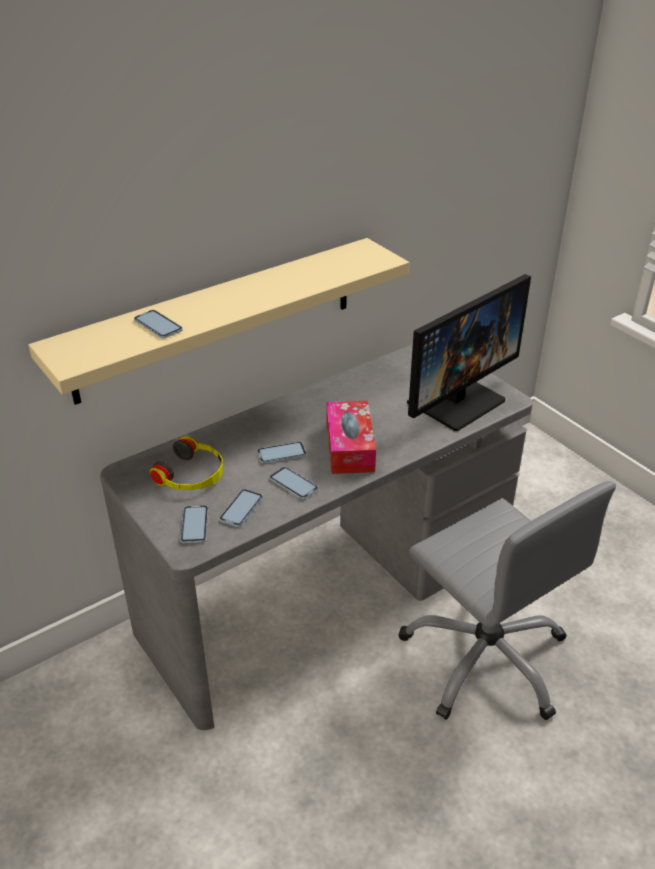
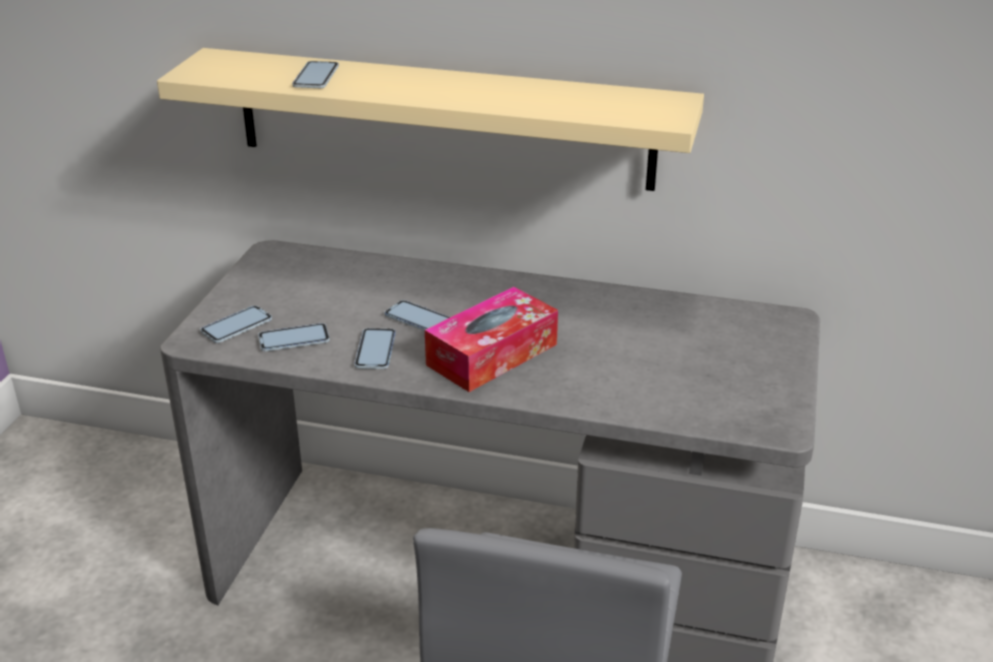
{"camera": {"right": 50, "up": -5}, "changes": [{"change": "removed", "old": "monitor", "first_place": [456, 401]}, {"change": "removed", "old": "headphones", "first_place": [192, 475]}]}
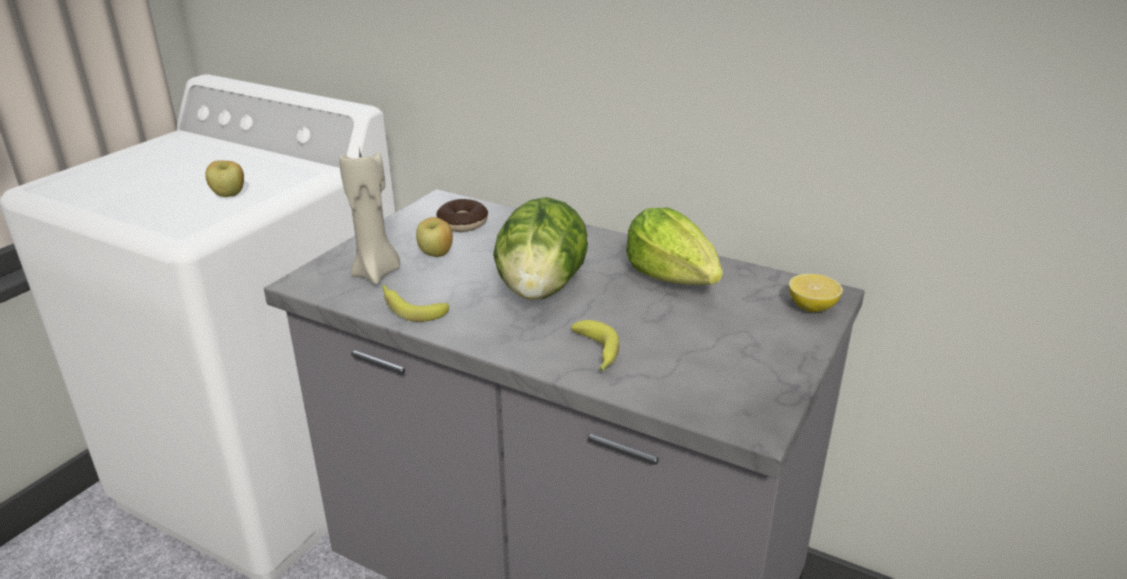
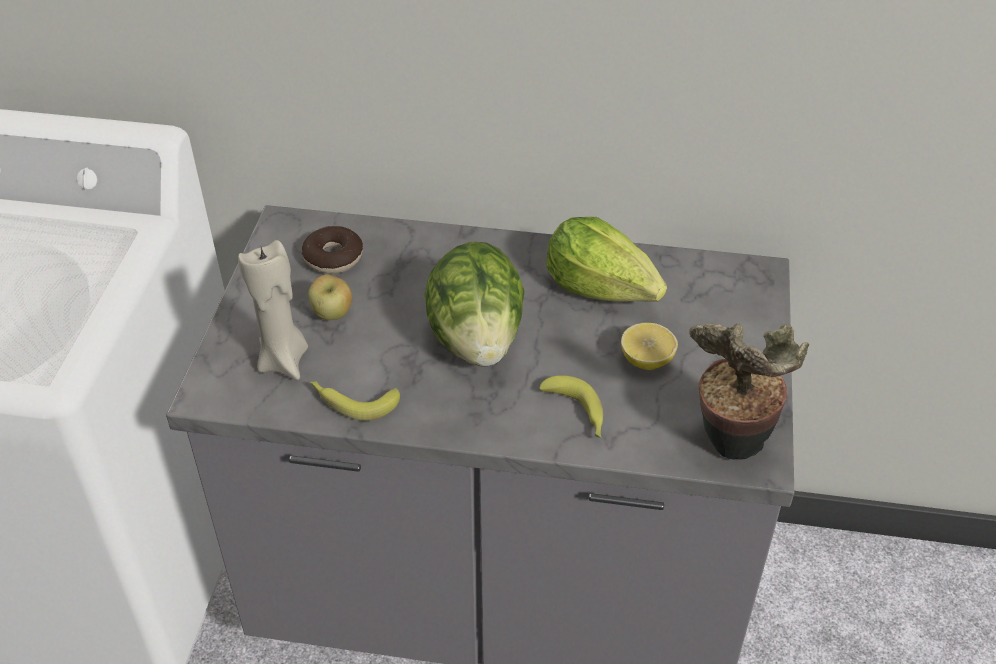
{"camera": {"right": -20, "up": 15}, "changes": [{"change": "removed", "old": "apple", "first_place": [229, 195]}, {"change": "moved", "old": "lemon", "first_place": [811, 307], "second_place": [646, 360]}, {"change": "added", "new": "potted plant", "second_place": [729, 445]}]}
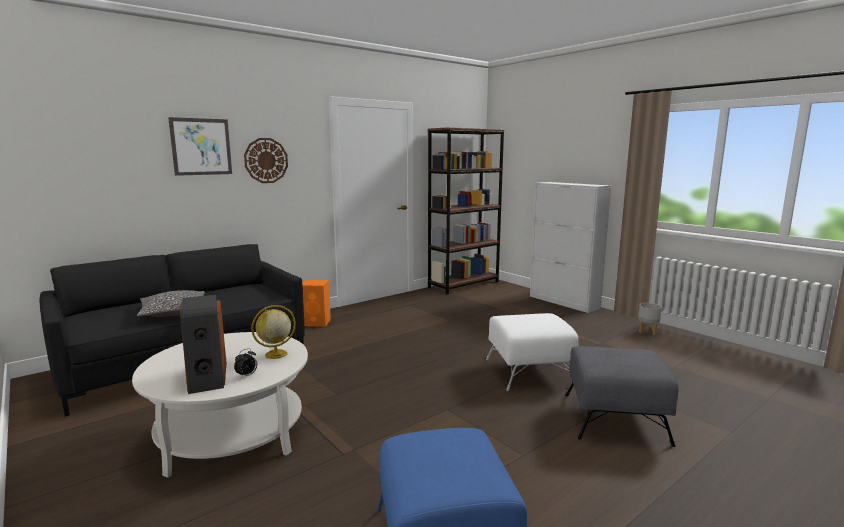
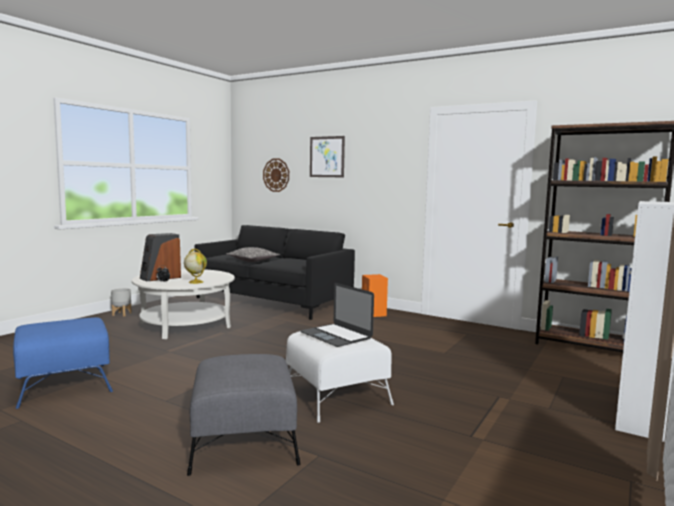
{"camera": {"right": 70, "up": -5}, "changes": [{"change": "moved", "old": "wall clock", "first_place": [266, 160], "second_place": [276, 175]}, {"change": "moved", "old": "grey planter", "first_place": [647, 331], "second_place": [122, 314]}, {"change": "added", "new": "laptop", "second_place": [336, 335]}]}
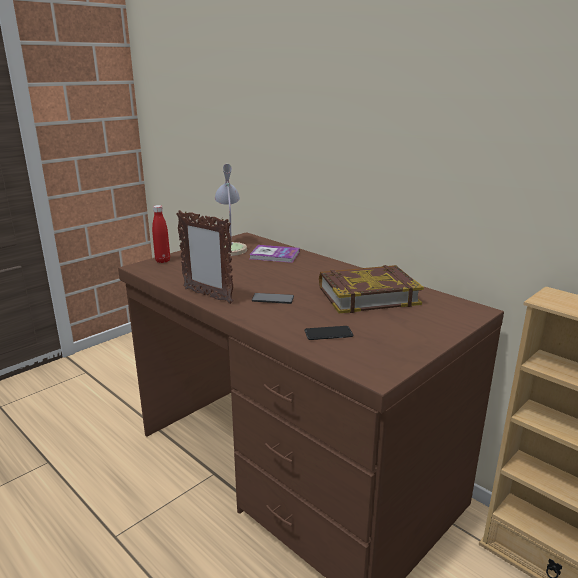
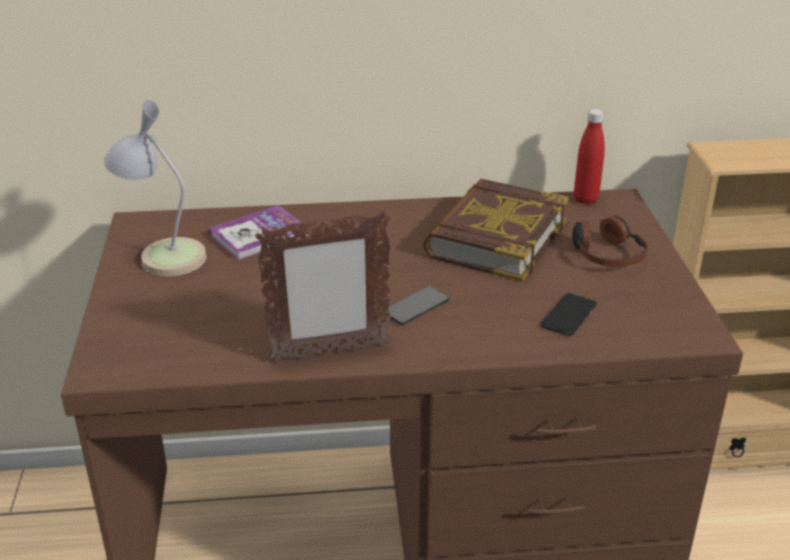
{"camera": {"right": -50, "up": 10}, "changes": [{"change": "moved", "old": "red bottle", "first_place": [162, 261], "second_place": [585, 199]}, {"change": "added", "new": "headphones", "second_place": [606, 253]}]}
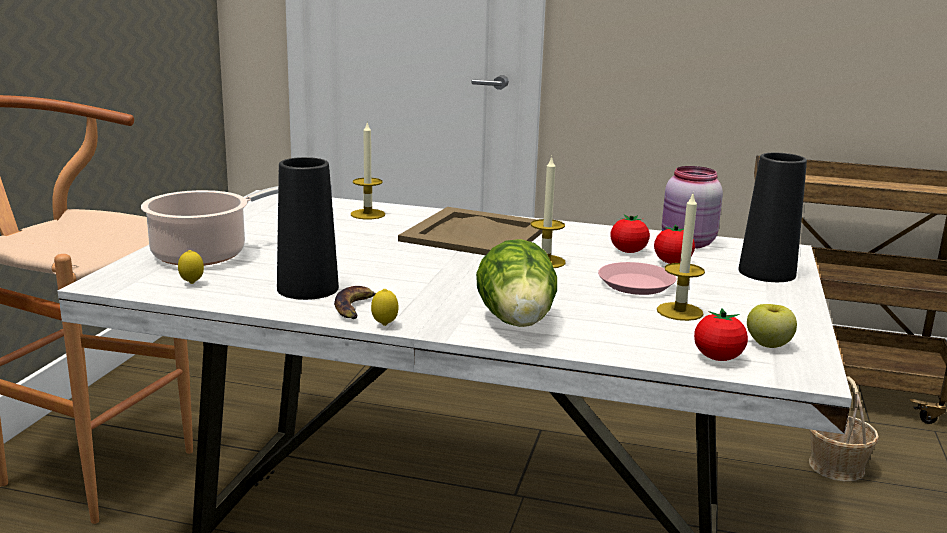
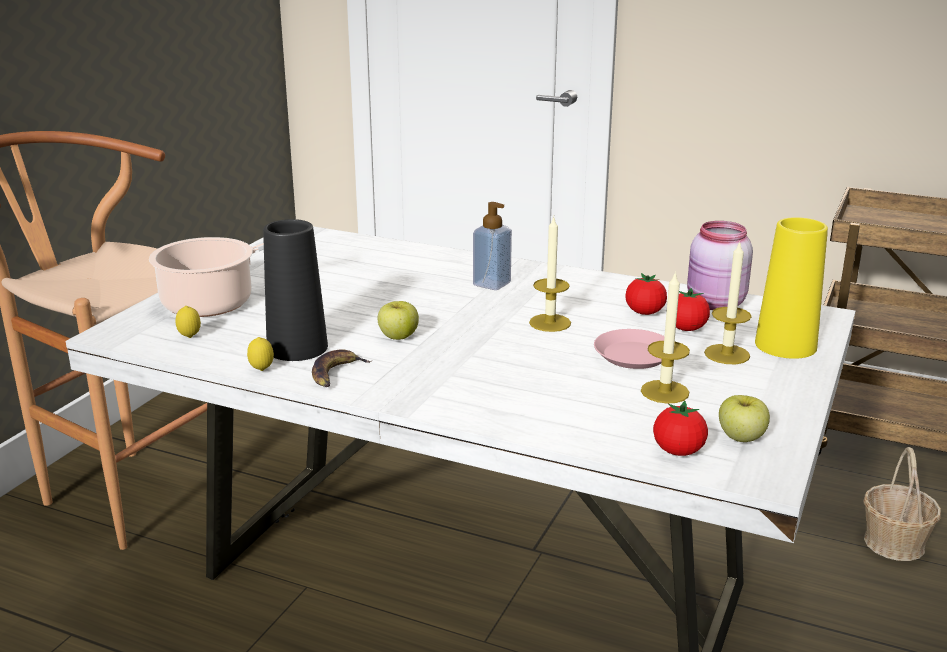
{"camera": {"right": 10, "up": 5}, "changes": [{"change": "moved", "old": "candle", "first_place": [368, 214], "second_place": [727, 354]}, {"change": "recoloured", "old": "black vase", "new": "yellow vase", "first_place": [767, 272], "second_place": [785, 345]}, {"change": "replaced", "old": "beige tray", "new": "soap dispenser", "first_place": [475, 233], "second_place": [492, 284]}, {"change": "removed", "old": "lettuce", "first_place": [518, 323]}, {"change": "moved", "old": "lemon", "first_place": [384, 325], "second_place": [262, 370]}, {"change": "added", "new": "apple", "second_place": [398, 336]}]}
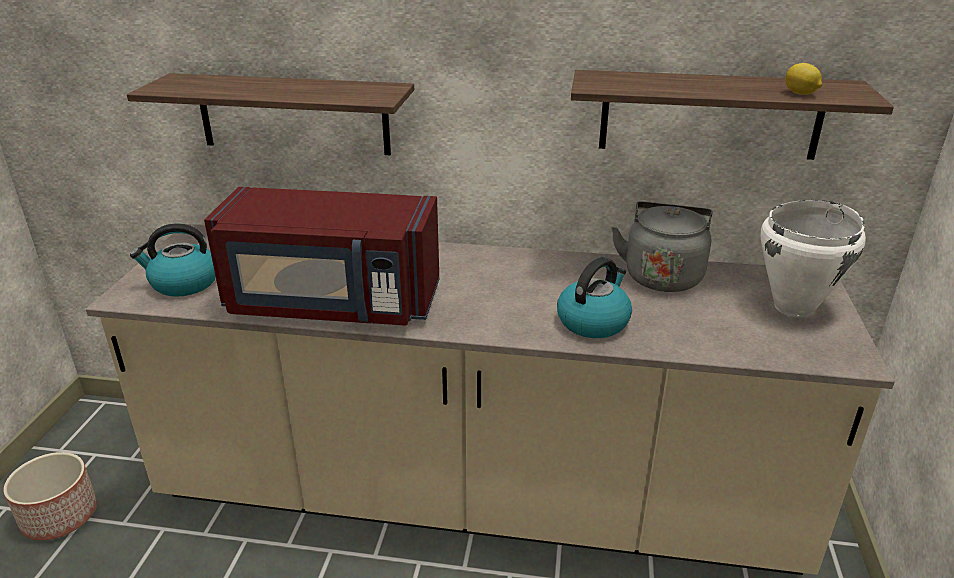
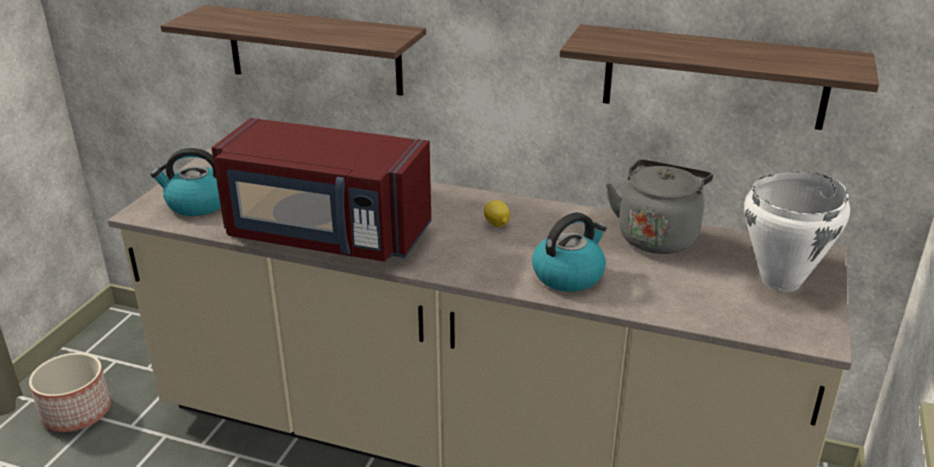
{"camera": {"right": 10, "up": 0}, "changes": [{"change": "moved", "old": "lemon", "first_place": [801, 94], "second_place": [497, 225]}]}
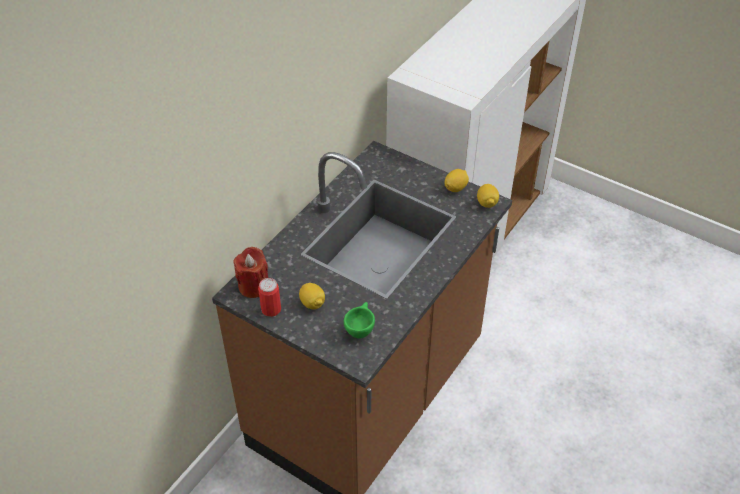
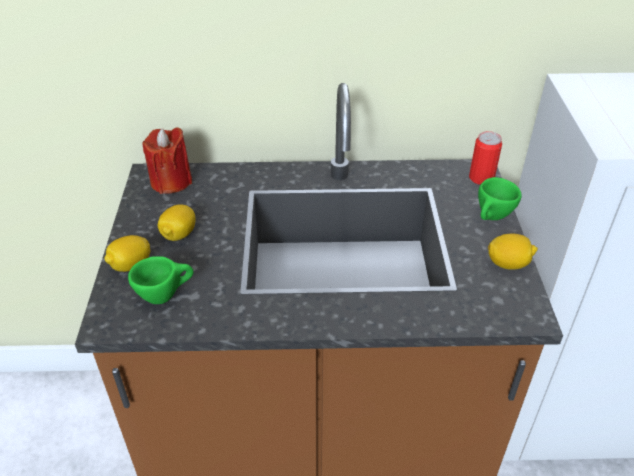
{"camera": {"right": 55, "up": -5}, "changes": [{"change": "moved", "old": "lemon", "first_place": [486, 203], "second_place": [131, 266]}, {"change": "moved", "old": "can", "first_place": [271, 309], "second_place": [481, 178]}, {"change": "added", "new": "green cup", "second_place": [492, 219]}]}
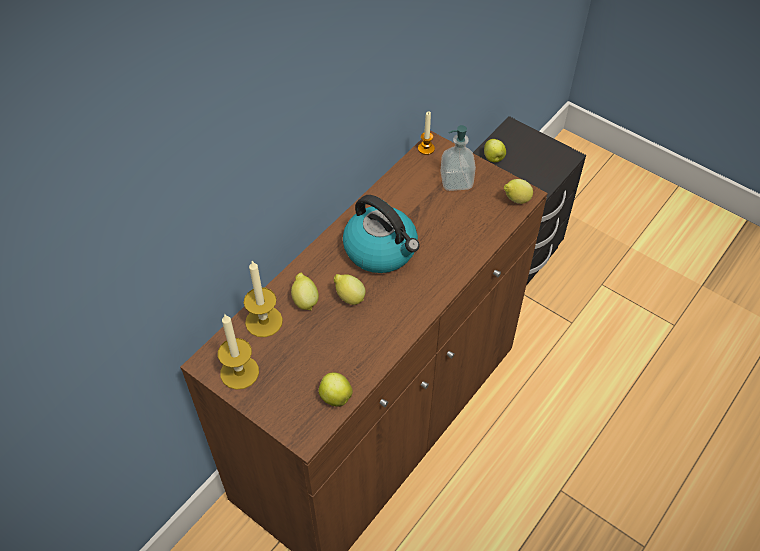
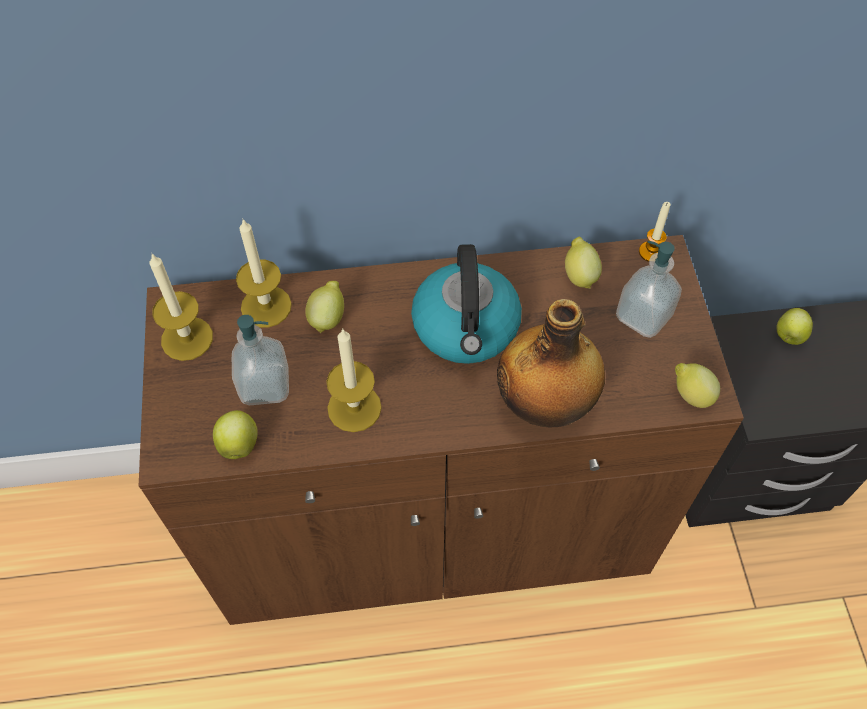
{"camera": {"right": 45, "up": 5}, "changes": [{"change": "moved", "old": "lemon", "first_place": [349, 297], "second_place": [579, 275]}, {"change": "added", "new": "bottle", "second_place": [545, 405]}, {"change": "added", "new": "soap dispenser", "second_place": [265, 385]}, {"change": "added", "new": "candle", "second_place": [354, 408]}]}
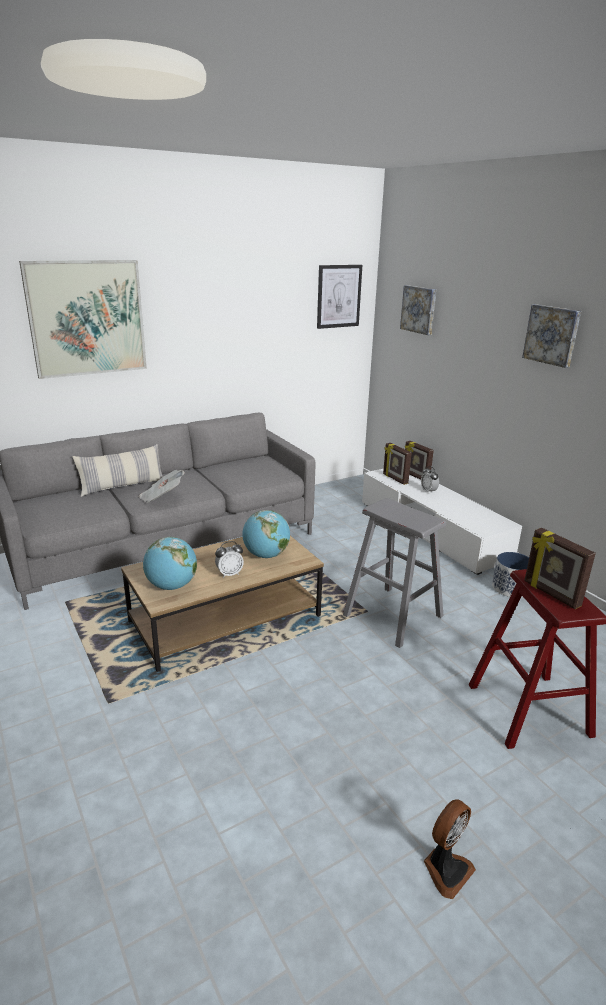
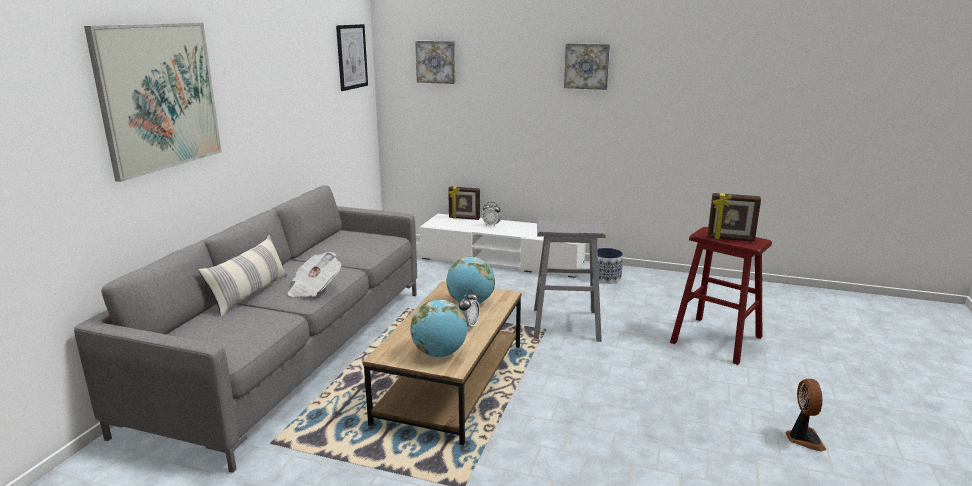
{"camera": {"right": -40, "up": -5}, "changes": [{"change": "removed", "old": "picture frame", "first_place": [394, 479]}]}
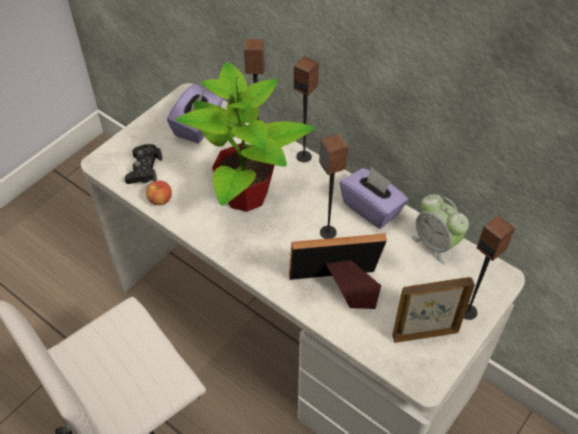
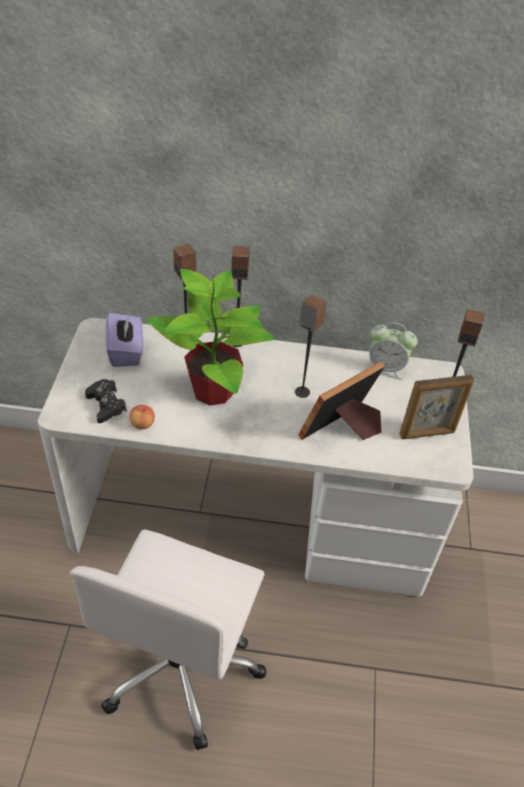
{"camera": {"right": -35, "up": -5}, "changes": [{"change": "removed", "old": "purple tissue box", "first_place": [372, 208]}, {"change": "turned", "old": "picture frame", "first_place": [424, 333], "second_place": [427, 434], "degrees": -150}]}
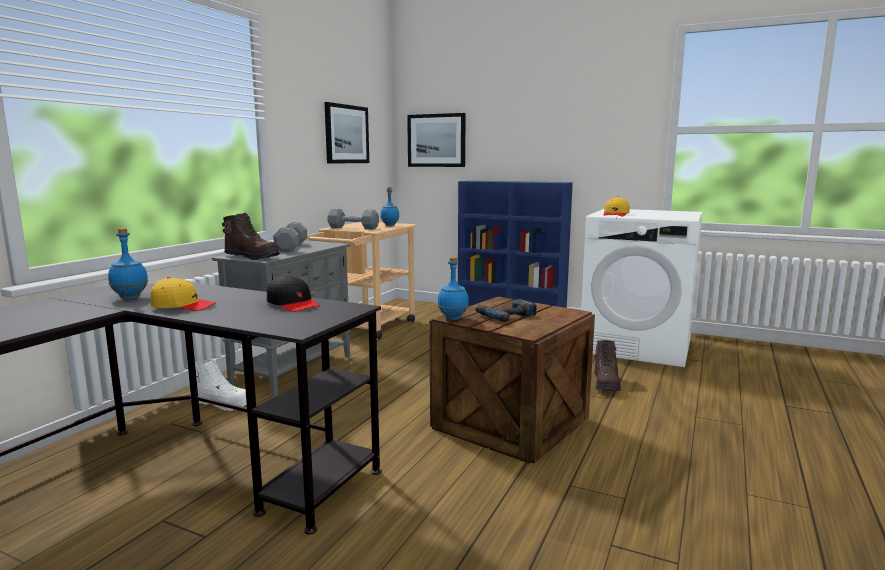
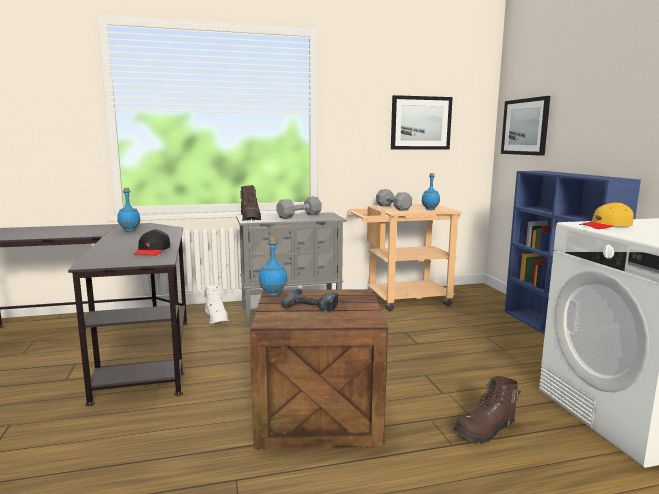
{"camera": {"right": 50, "up": 0}, "changes": [{"change": "removed", "old": "yellow cap", "first_place": [183, 306]}]}
